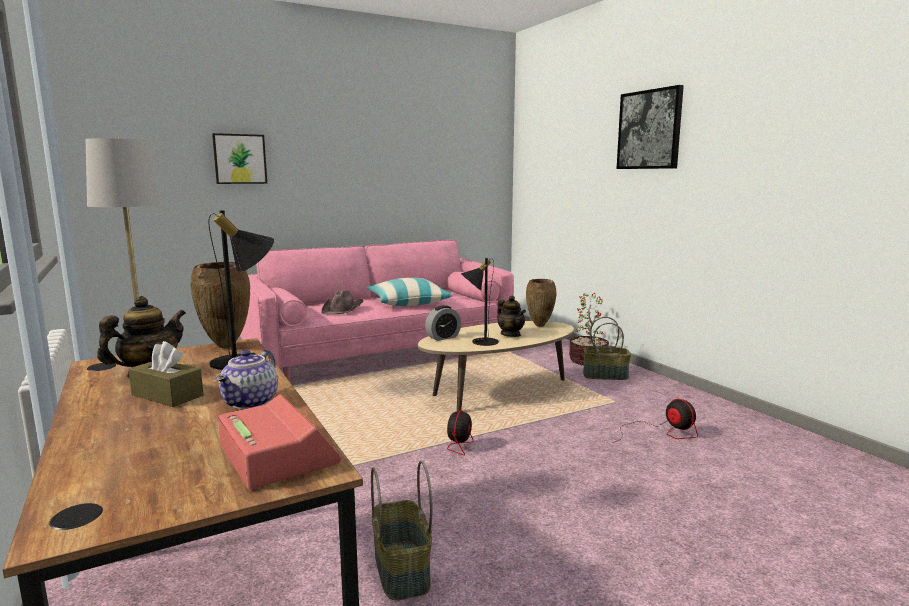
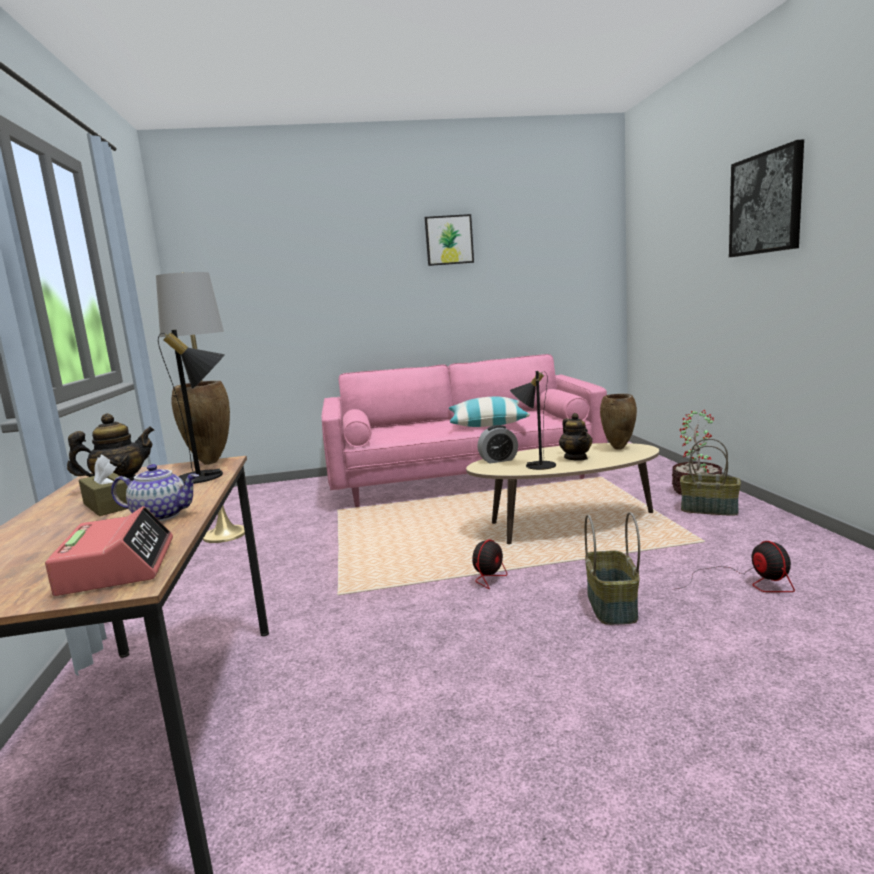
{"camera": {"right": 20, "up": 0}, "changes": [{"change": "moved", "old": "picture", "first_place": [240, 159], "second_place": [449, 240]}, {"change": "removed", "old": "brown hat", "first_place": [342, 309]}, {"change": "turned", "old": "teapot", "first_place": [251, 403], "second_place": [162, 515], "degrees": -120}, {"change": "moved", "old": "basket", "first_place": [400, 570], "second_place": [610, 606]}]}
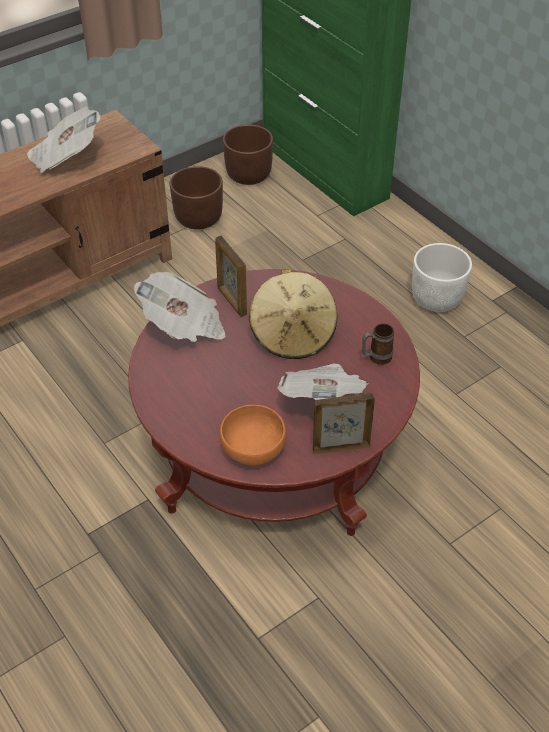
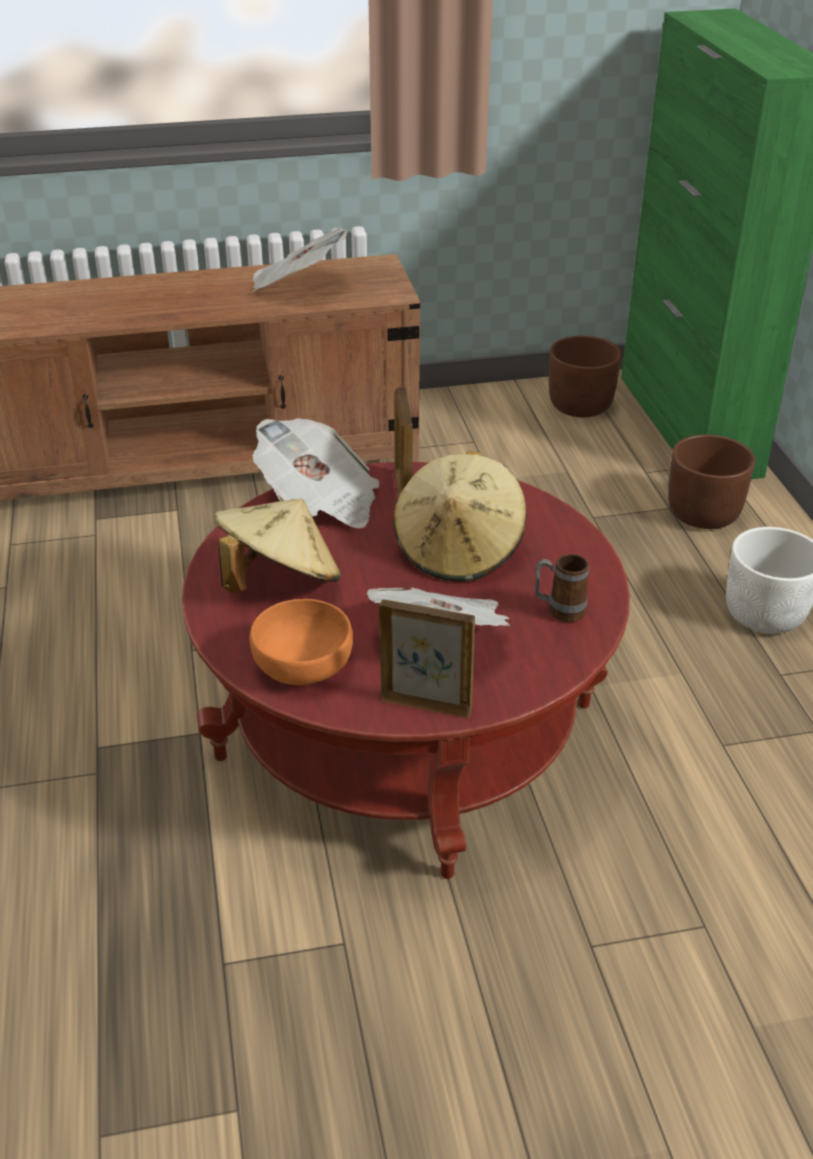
{"camera": {"right": 25, "up": -10}, "changes": [{"change": "moved", "old": "brown planter", "first_place": [199, 218], "second_place": [703, 514]}, {"change": "added", "new": "beige hat", "second_place": [279, 581]}]}
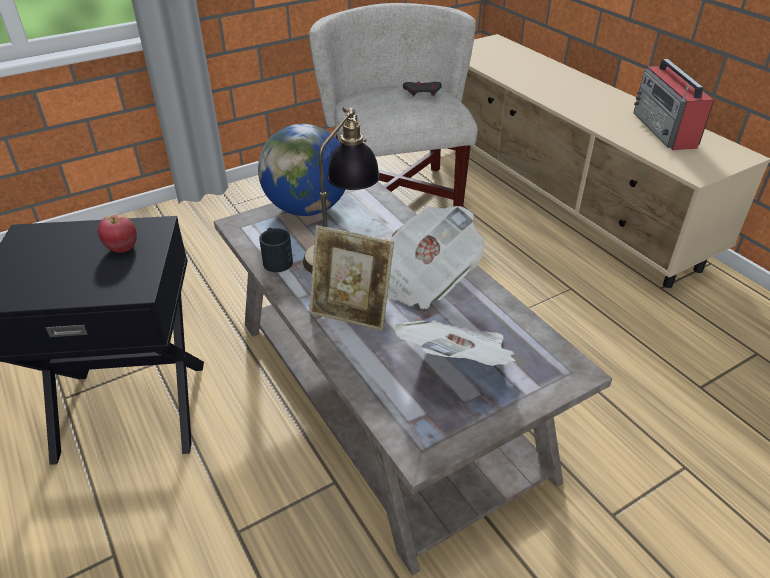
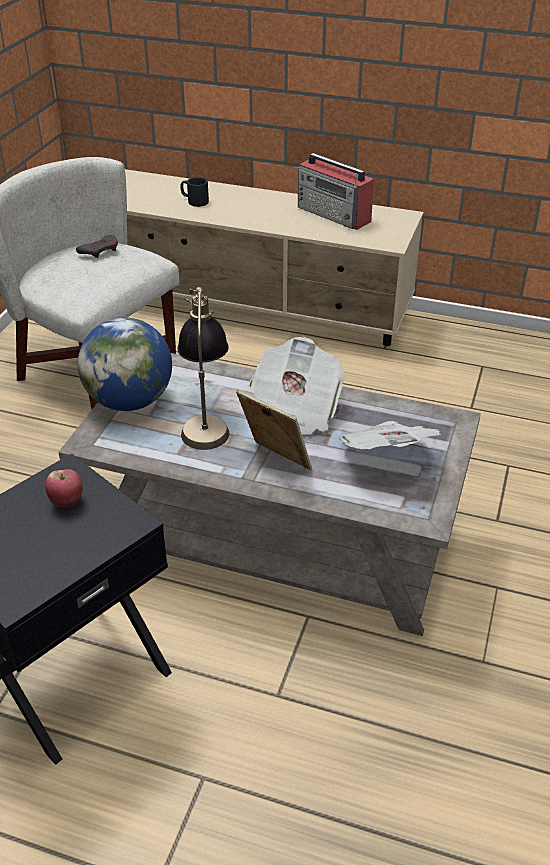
{"camera": {"right": -40, "up": 0}, "changes": [{"change": "turned", "old": "picture frame", "first_place": [351, 312], "second_place": [274, 461], "degrees": -120}, {"change": "moved", "old": "black mug", "first_place": [276, 259], "second_place": [194, 201]}]}
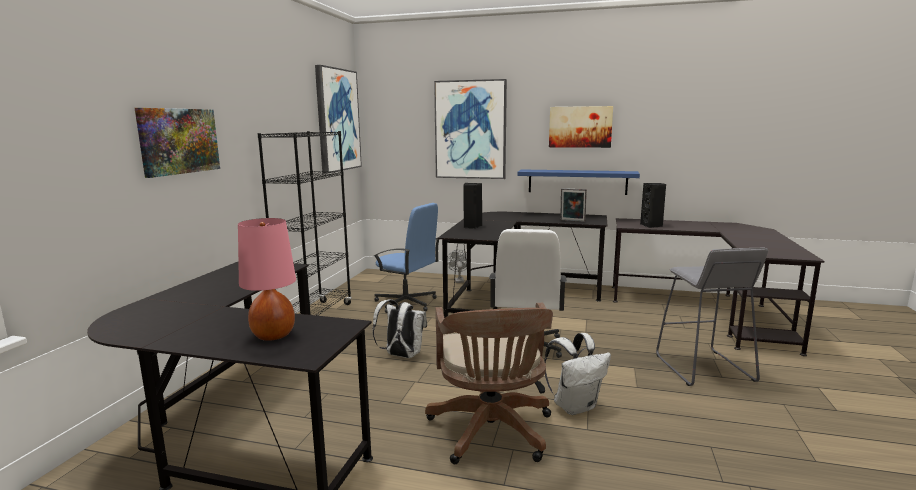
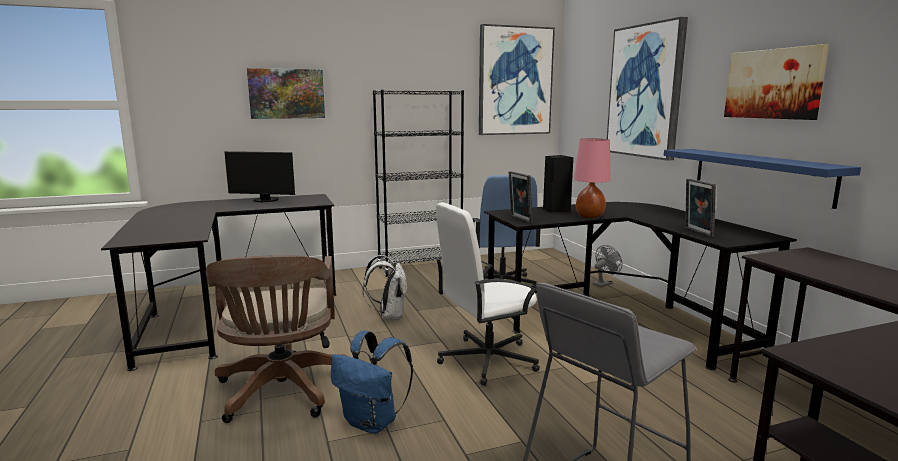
{"camera": {"right": 55, "up": 0}, "changes": [{"change": "removed", "old": "black speaker", "first_place": [652, 225]}, {"change": "moved", "old": "pink table lamp", "first_place": [273, 335], "second_place": [590, 216]}, {"change": "turned", "old": "brown office chair", "first_place": [492, 433], "second_place": [282, 393], "degrees": -60}, {"change": "recoloured", "old": "white backpack", "new": "blue backpack", "first_place": [575, 406], "second_place": [373, 422]}, {"change": "added", "new": "monitor", "second_place": [264, 200]}, {"change": "added", "new": "picture frame", "second_place": [519, 219]}]}
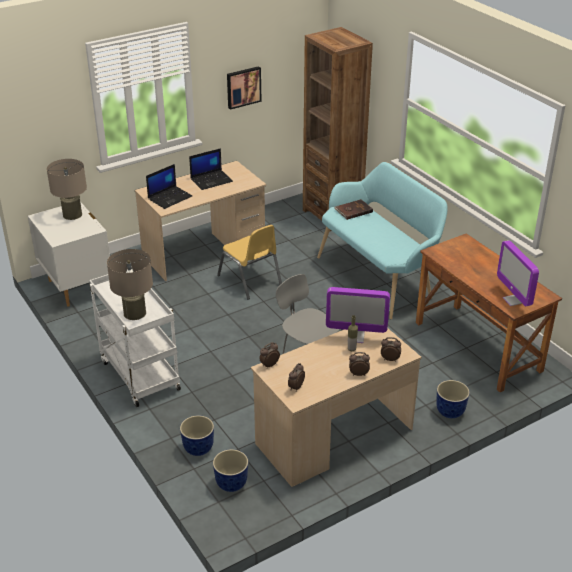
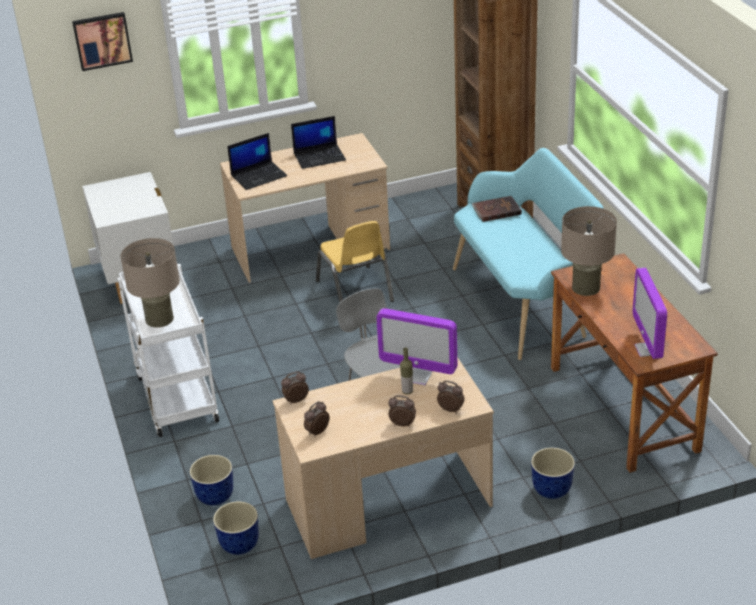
{"camera": {"right": 15, "up": 0}, "changes": [{"change": "moved", "old": "picture", "first_place": [243, 87], "second_place": [102, 40]}, {"change": "moved", "old": "beige table lamp", "first_place": [72, 215], "second_place": [585, 287]}]}
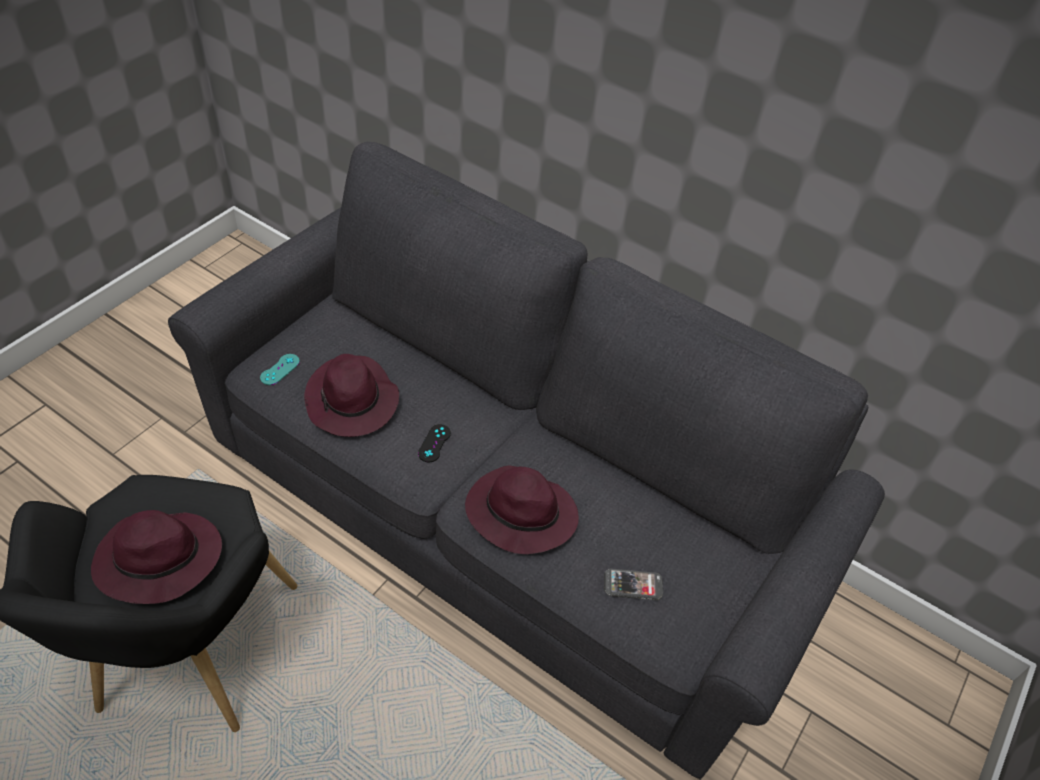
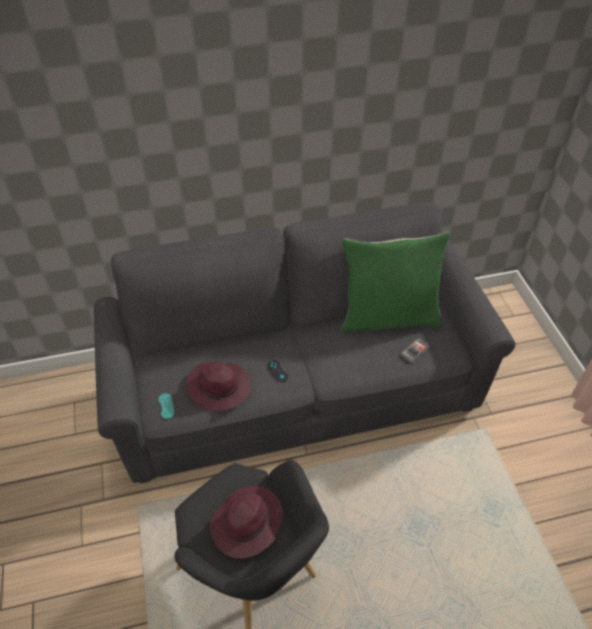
{"camera": {"right": -45, "up": 0}, "changes": [{"change": "removed", "old": "purple hat", "first_place": [519, 514]}, {"change": "added", "new": "green pillow", "second_place": [388, 317]}]}
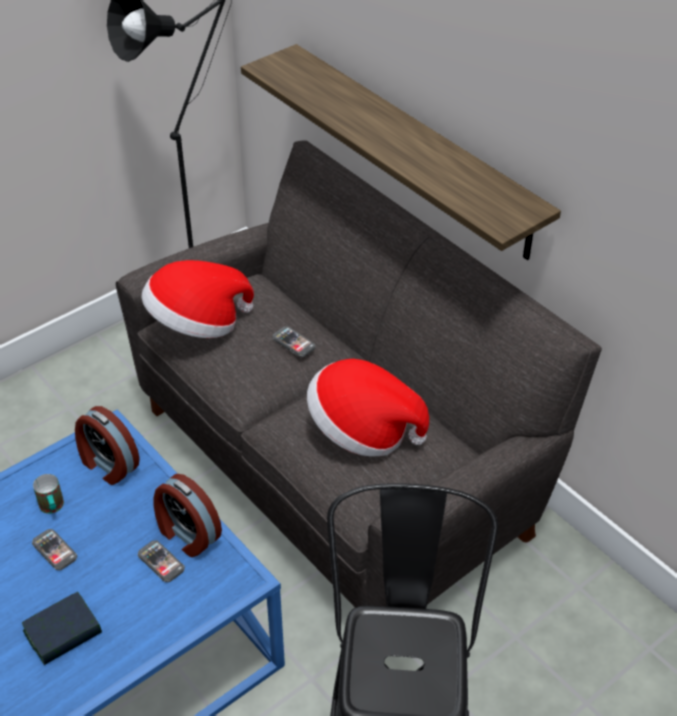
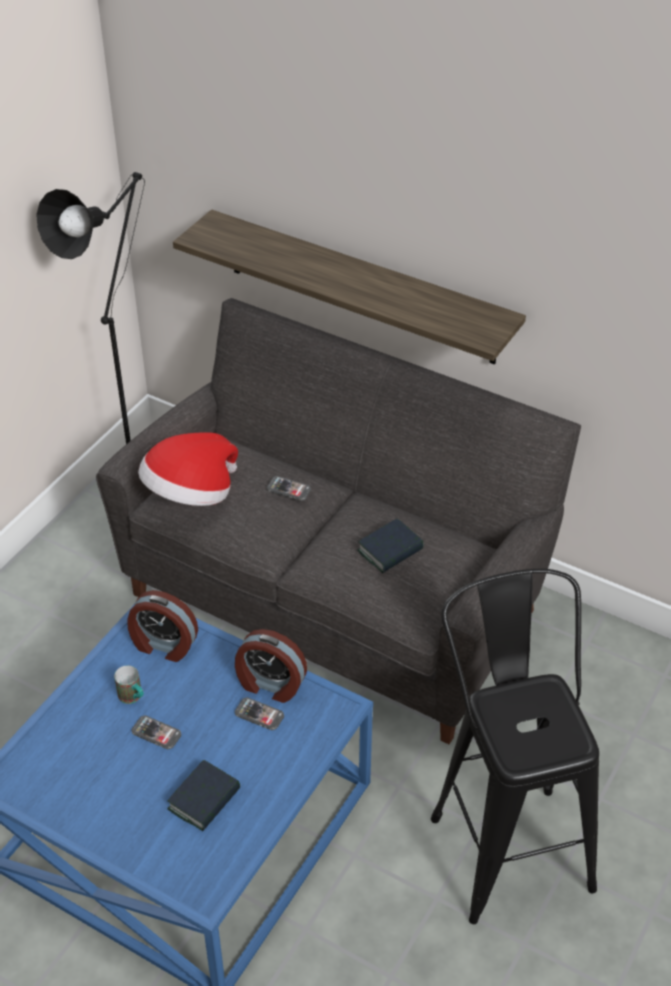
{"camera": {"right": -20, "up": 0}, "changes": [{"change": "replaced", "old": "hat", "new": "book", "first_place": [362, 430], "second_place": [390, 550]}]}
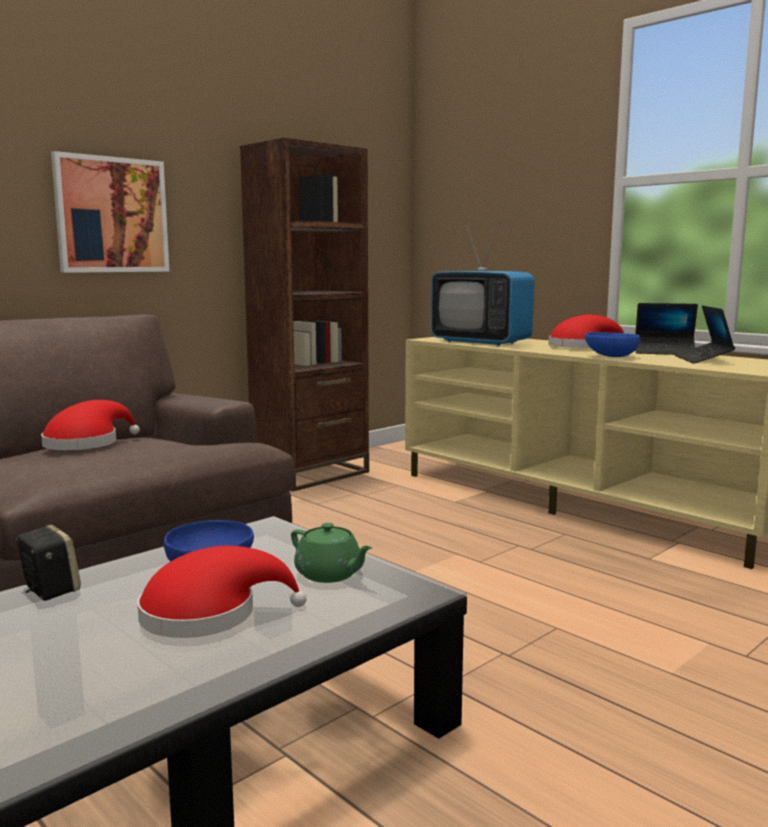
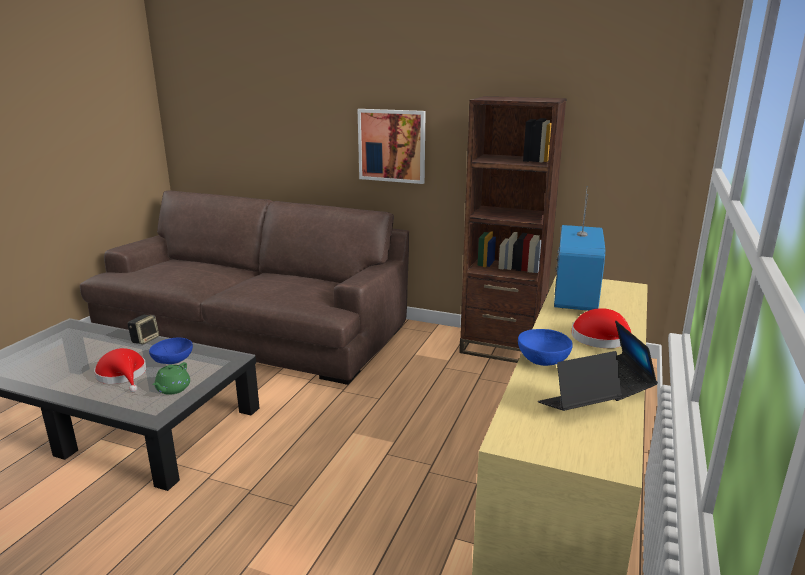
{"camera": {"right": 65, "up": 10}, "changes": [{"change": "removed", "old": "red hat", "first_place": [86, 443]}]}
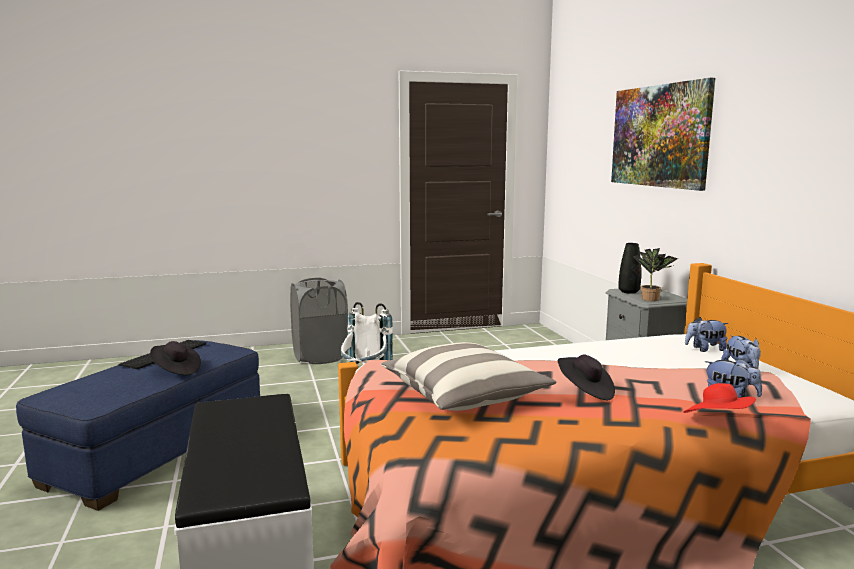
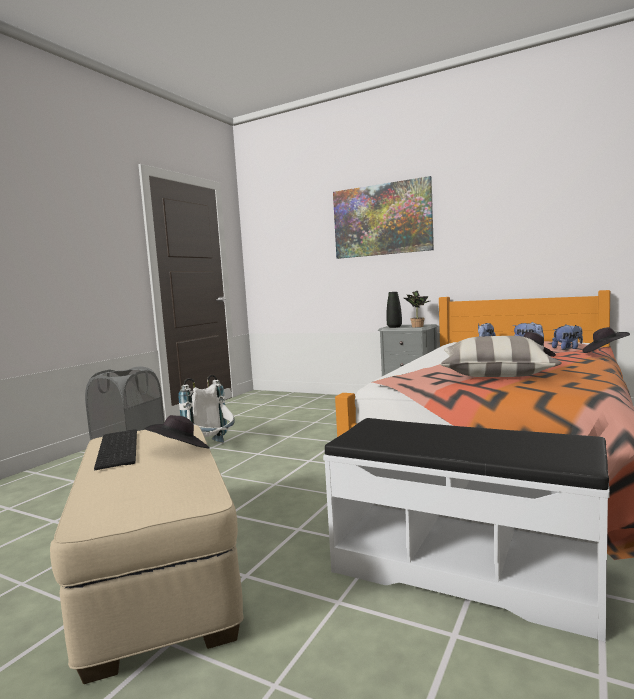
{"camera": {"right": -45, "up": -5}, "changes": [{"change": "recoloured", "old": "blue ottoman", "new": "beige ottoman", "first_place": [158, 451], "second_place": [159, 570]}, {"change": "recoloured", "old": "red hat", "new": "black hat", "first_place": [718, 422], "second_place": [604, 352]}]}
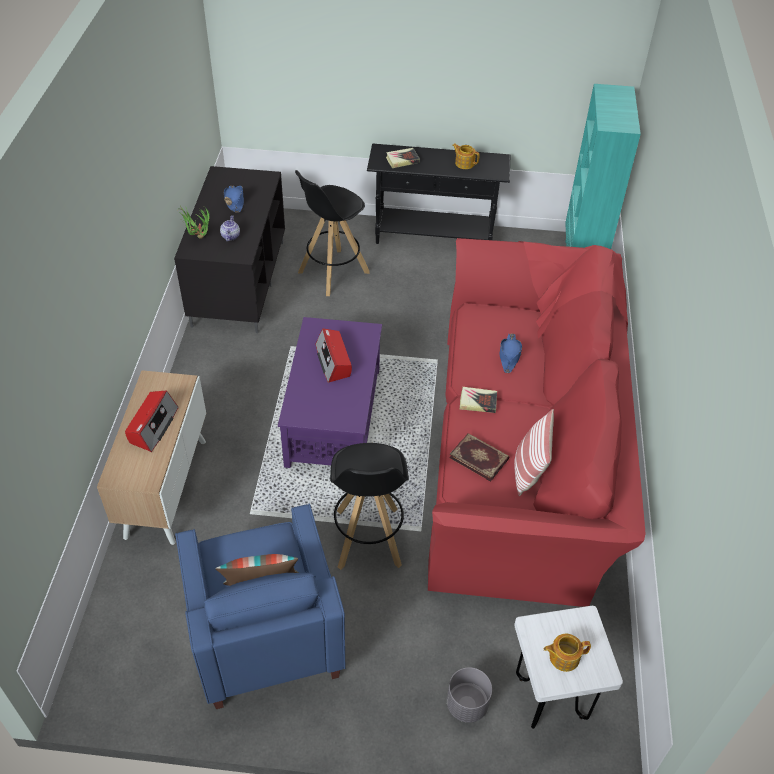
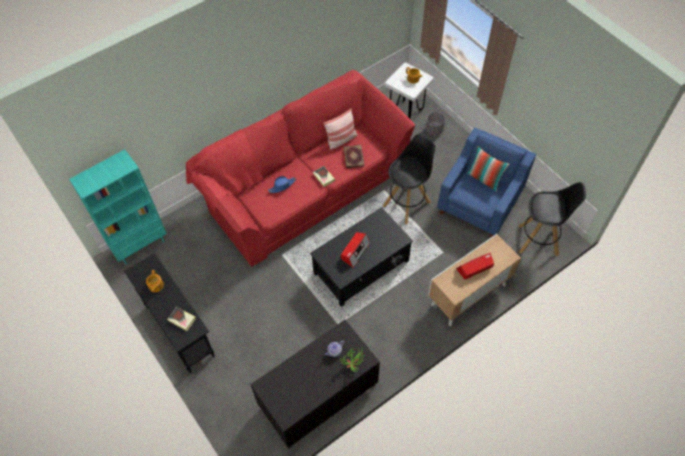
{"camera": {"right": -130, "up": 10}, "changes": [{"change": "moved", "old": "black stool", "first_place": [332, 272], "second_place": [539, 240]}, {"change": "removed", "old": "blue hat", "first_place": [234, 201]}, {"change": "recoloured", "old": "purple coffee table", "new": "black coffee table", "first_place": [333, 416], "second_place": [361, 267]}]}
